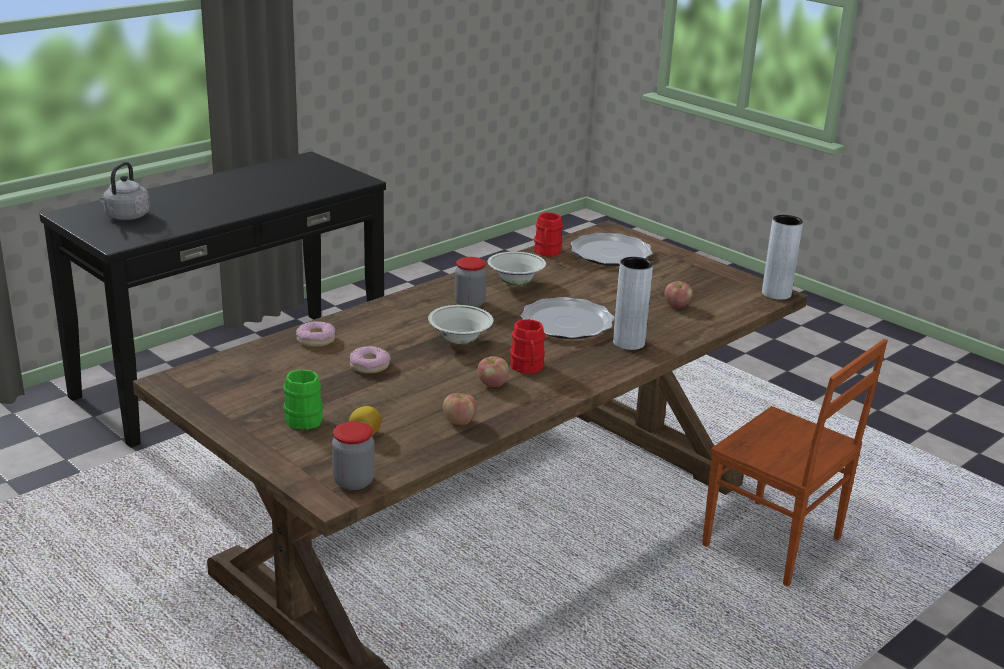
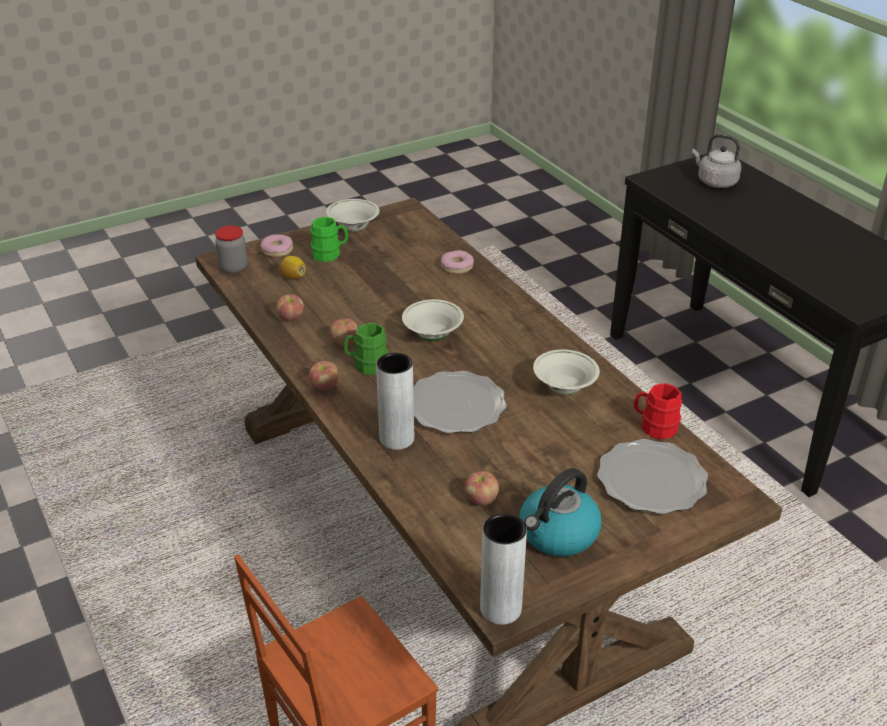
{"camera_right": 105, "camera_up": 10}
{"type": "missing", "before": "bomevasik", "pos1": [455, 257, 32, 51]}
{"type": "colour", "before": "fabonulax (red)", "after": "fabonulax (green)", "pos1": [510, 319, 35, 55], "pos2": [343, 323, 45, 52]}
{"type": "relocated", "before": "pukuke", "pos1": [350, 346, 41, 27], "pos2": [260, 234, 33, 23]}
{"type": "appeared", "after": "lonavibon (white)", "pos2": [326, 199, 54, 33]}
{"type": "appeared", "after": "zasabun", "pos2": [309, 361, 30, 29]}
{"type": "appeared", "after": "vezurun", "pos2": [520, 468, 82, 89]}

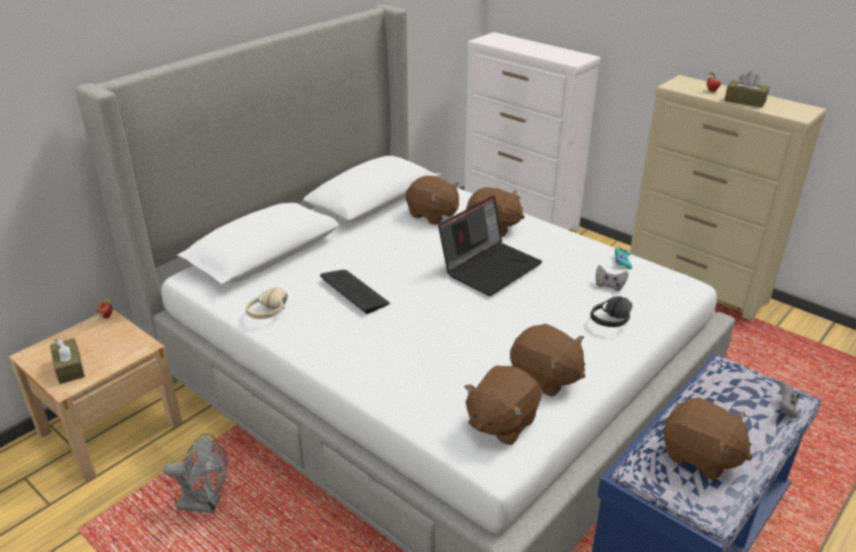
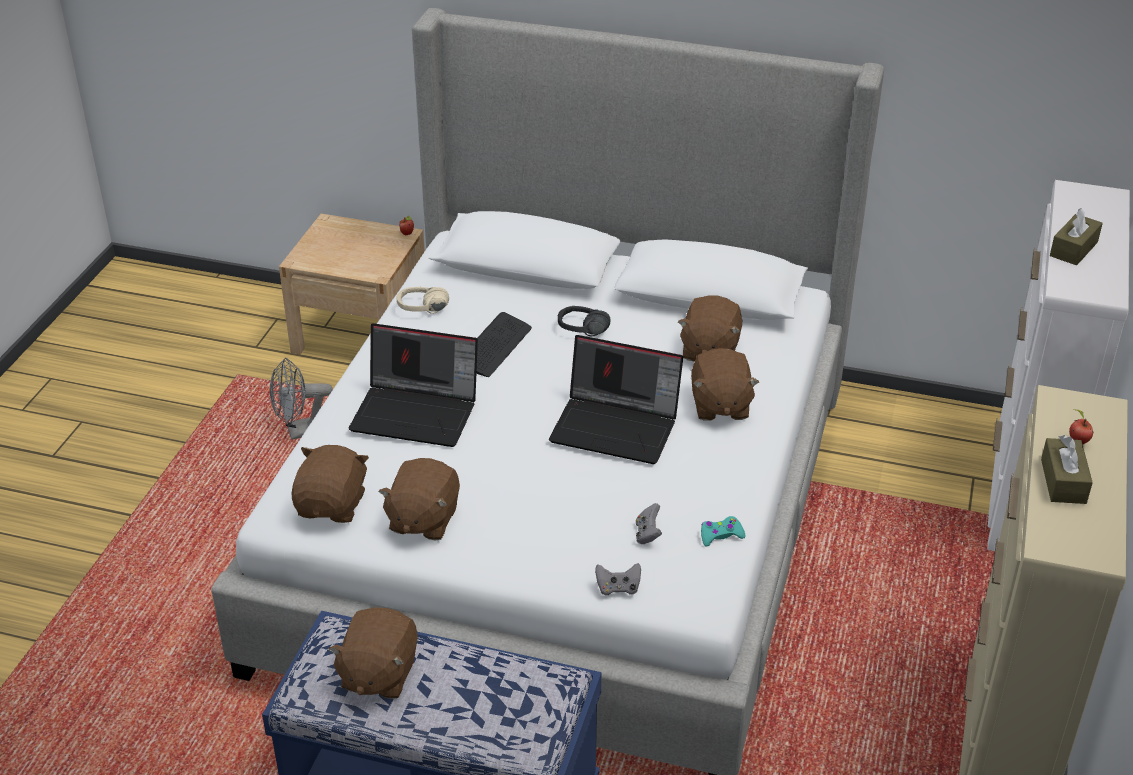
{"camera_right": 65, "camera_up": 5}
{"type": "relocated", "before": "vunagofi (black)", "pos1": [590, 296, 42, 31], "pos2": [558, 306, 53, 30]}
{"type": "relocated", "before": "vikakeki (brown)", "pos1": [50, 338, 35, 46], "pos2": [1050, 208, 53, 57]}
{"type": "spun", "before": "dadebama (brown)", "pos1": [464, 365, 78, 80], "pos2": [292, 445, 77, 78], "turn": 90}
{"type": "relocated", "before": "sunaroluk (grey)", "pos1": [778, 381, 22, 37], "pos2": [595, 563, 46, 32]}
{"type": "spun", "before": "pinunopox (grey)", "pos1": [163, 433, 64, 80], "pos2": [270, 358, 63, 82], "turn": 90}
{"type": "appeared", "after": "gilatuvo", "pos2": [349, 323, 129, 124]}

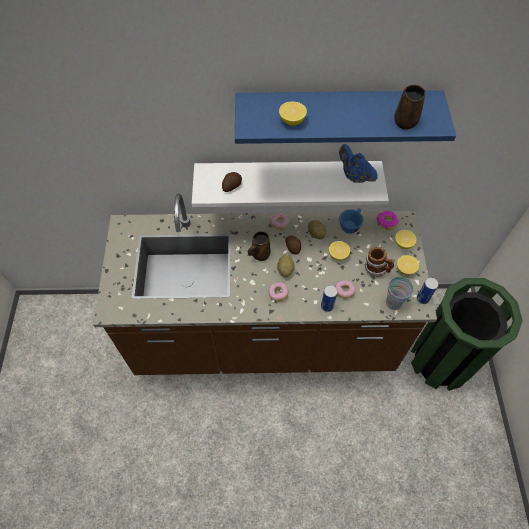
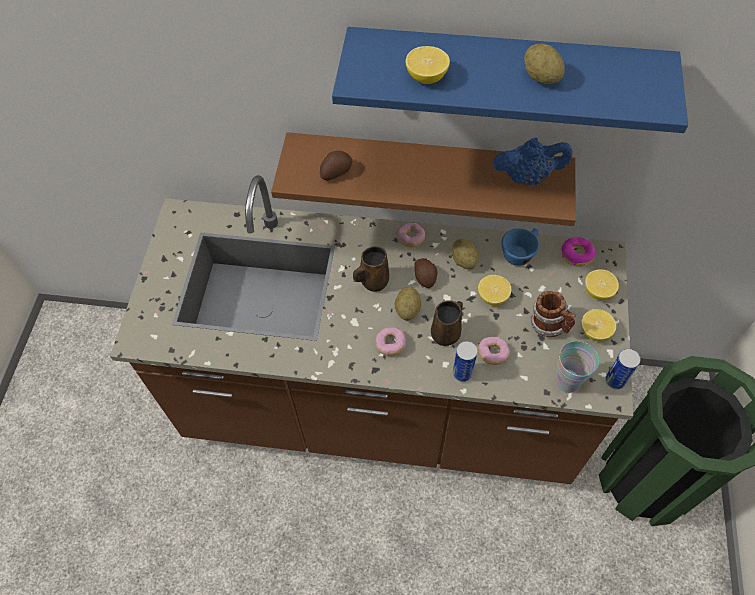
{"camera_right": 10, "camera_up": 0}
{"type": "relocated", "before": "fabonulax (brown)", "pos1": [394, 84, 31, 46], "pos2": [431, 300, 32, 46]}
{"type": "spun", "before": "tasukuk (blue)", "pos1": [339, 144, 39, 39], "pos2": [493, 138, 80, 47], "turn": 120}
{"type": "colour", "before": "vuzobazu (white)", "after": "vuzobazu (brown)", "pos1": [192, 161, 197, 46], "pos2": [271, 132, 305, 94]}
{"type": "appeared", "after": "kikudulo", "pos2": [524, 44, 41, 40]}

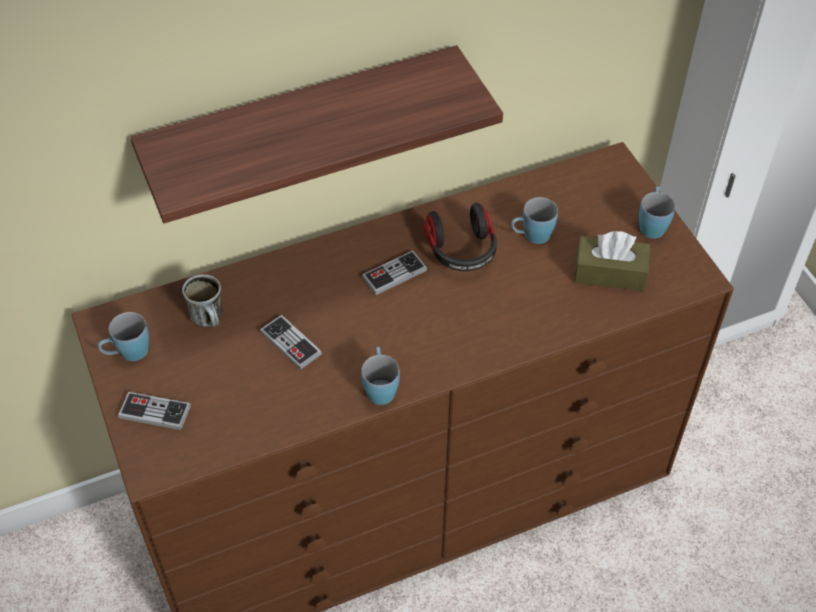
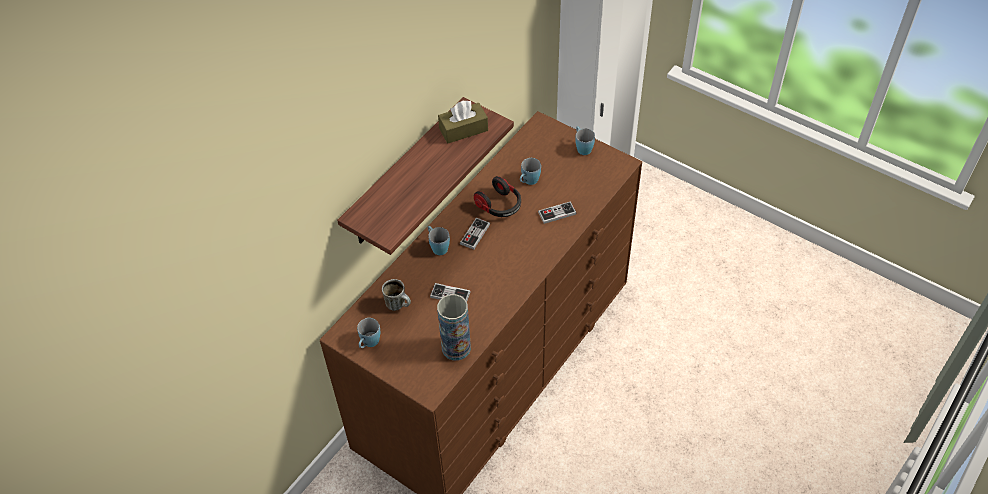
{"camera_right": -30, "camera_up": 0}
{"type": "relocated", "before": "vikakeki (brown)", "pos1": [574, 231, 76, 60], "pos2": [438, 100, 50, 44]}
{"type": "relocated", "before": "fabonulax (blue)", "pos1": [361, 346, 39, 59], "pos2": [428, 226, 22, 29]}
{"type": "relocated", "before": "sunaroluk", "pos1": [118, 392, 73, 38], "pos2": [538, 201, 39, 23]}
{"type": "appeared", "after": "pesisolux", "pos2": [437, 294, 34, 67]}

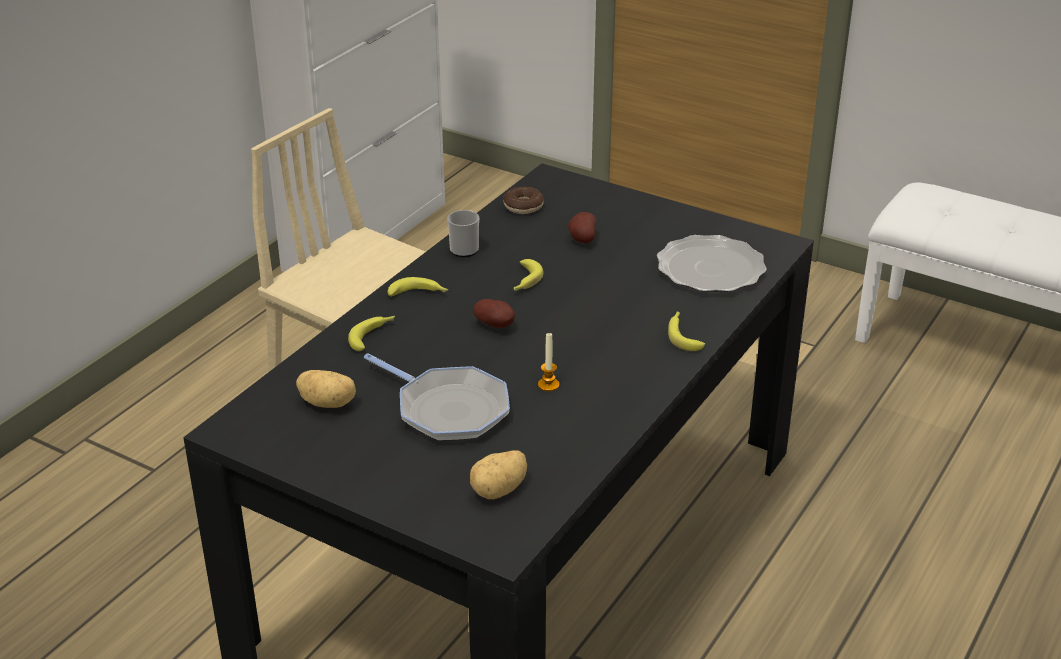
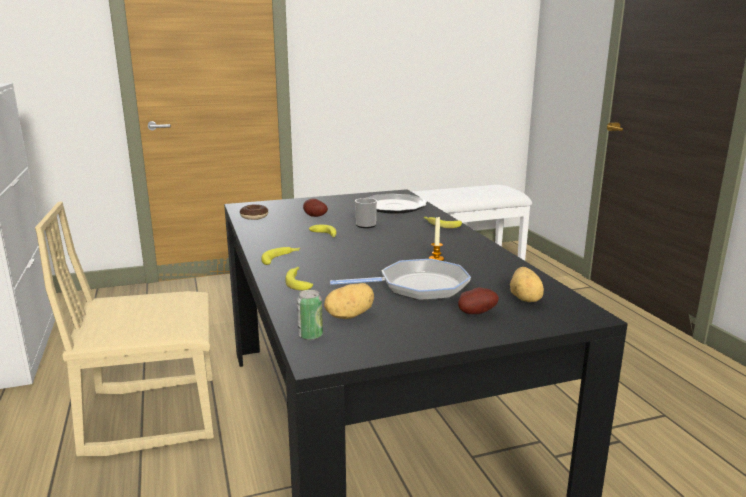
{"camera_right": -50, "camera_up": -15}
{"type": "relocated", "before": "fabonulax", "pos1": [447, 210, 32, 47], "pos2": [355, 198, 22, 30]}
{"type": "relocated", "before": "kikudulo", "pos1": [473, 299, 42, 29], "pos2": [458, 287, 41, 27]}
{"type": "appeared", "after": "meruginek", "pos2": [297, 290, 26, 50]}

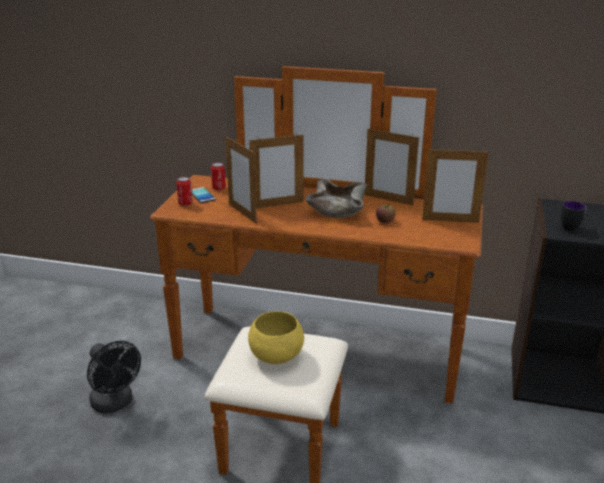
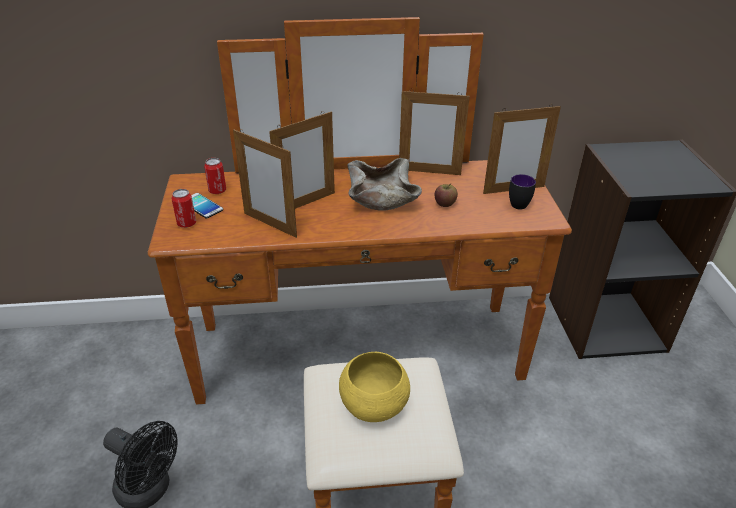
{"camera_right": -20, "camera_up": 10}
{"type": "relocated", "before": "fabonulax", "pos1": [561, 201, 25, 30], "pos2": [509, 174, 27, 36]}

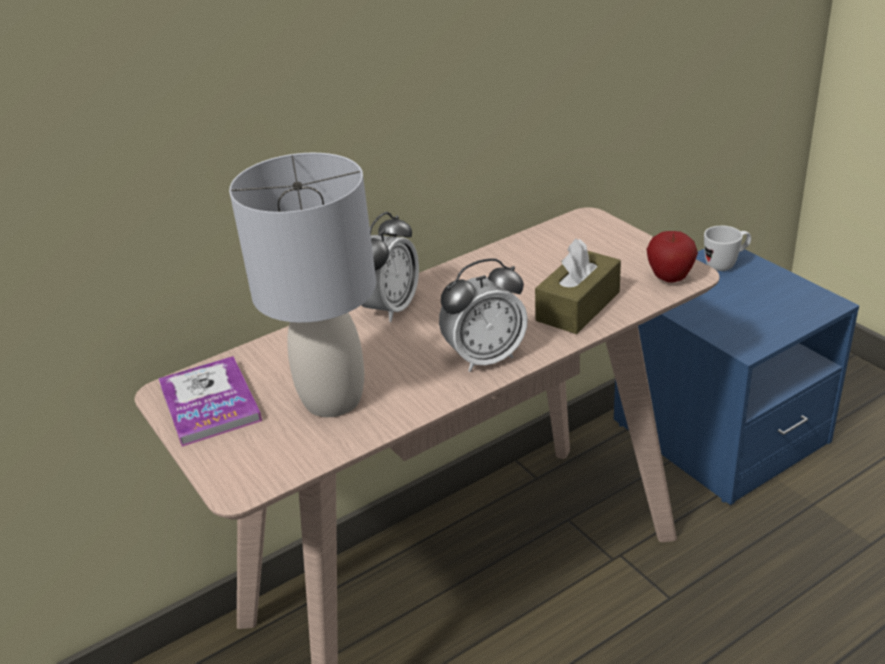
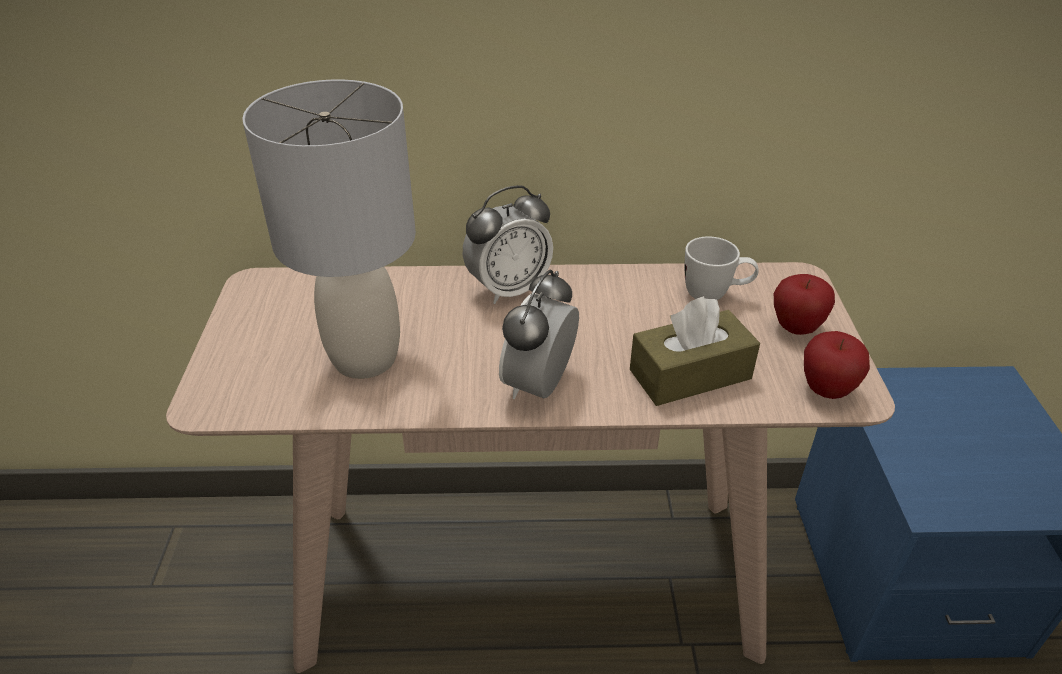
{"camera_right": 30, "camera_up": 5}
{"type": "relocated", "before": "fabonulax (white)", "pos1": [704, 226, 47, 45], "pos2": [685, 237, 74, 63]}
{"type": "spun", "before": "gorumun", "pos1": [439, 258, 89, 114], "pos2": [499, 270, 80, 129], "turn": 105}
{"type": "missing", "before": "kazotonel", "pos1": [158, 356, 104, 91]}
{"type": "appeared", "after": "zasabun", "pos2": [774, 274, 61, 61]}

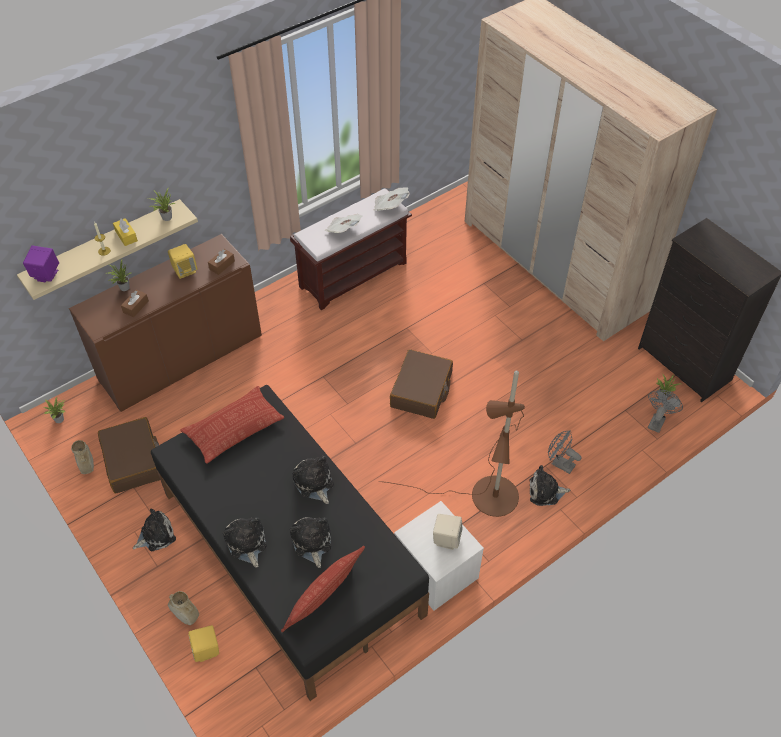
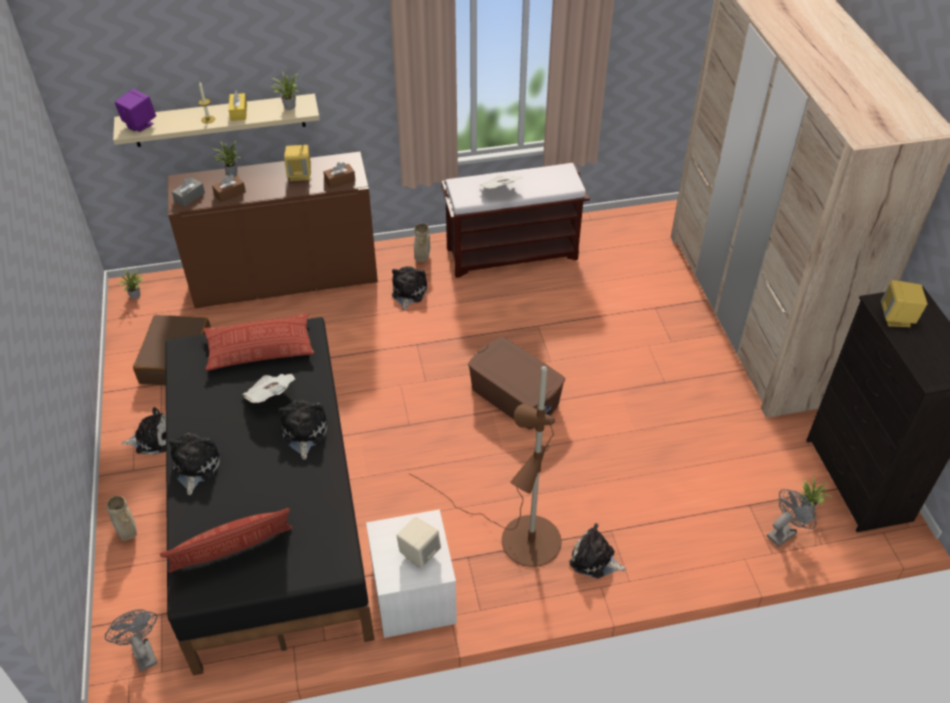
{"camera_right": 25, "camera_up": -5}
{"type": "relocated", "before": "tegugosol", "pos1": [374, 187, 36, 24], "pos2": [242, 374, 53, 29]}
{"type": "exchanged", "before": "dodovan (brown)", "after": "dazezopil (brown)", "pos1": [390, 349, 63, 70], "pos2": [468, 337, 97, 93]}
{"type": "relocated", "before": "pinunopox (grey)", "pos1": [548, 430, 34, 44], "pos2": [105, 609, 52, 62]}
{"type": "relocated", "before": "pesisolux (beige)", "pos1": [71, 440, 23, 34], "pos2": [414, 223, 16, 39]}
{"type": "relocated", "before": "dadebama", "pos1": [290, 517, 41, 51], "pos2": [392, 266, 35, 45]}
{"type": "relocated", "before": "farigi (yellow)", "pos1": [188, 625, 31, 37], "pos2": [881, 280, 46, 47]}
{"type": "appeared", "after": "vikakeki (grey)", "pos2": [172, 177, 33, 30]}

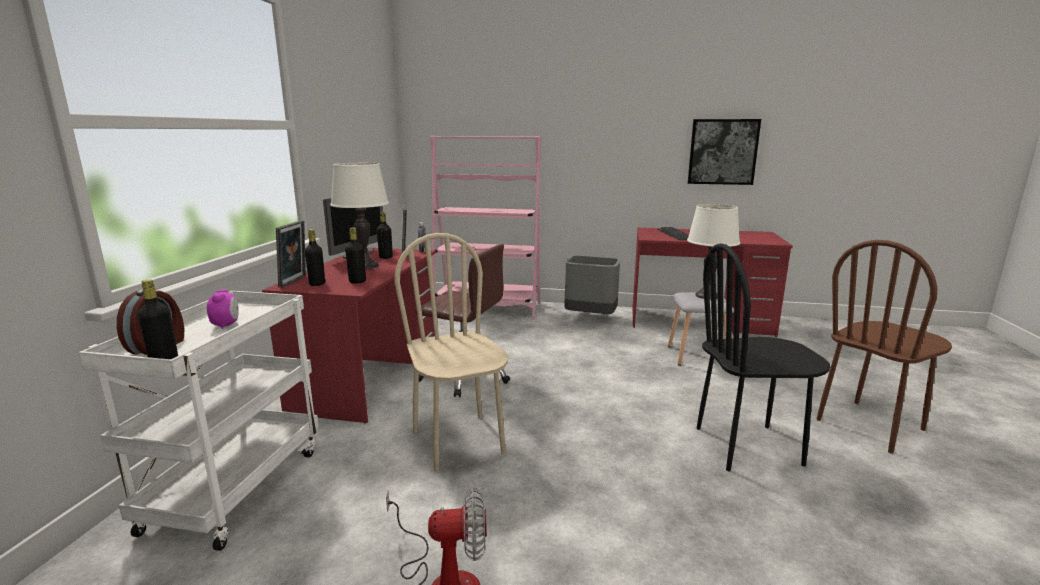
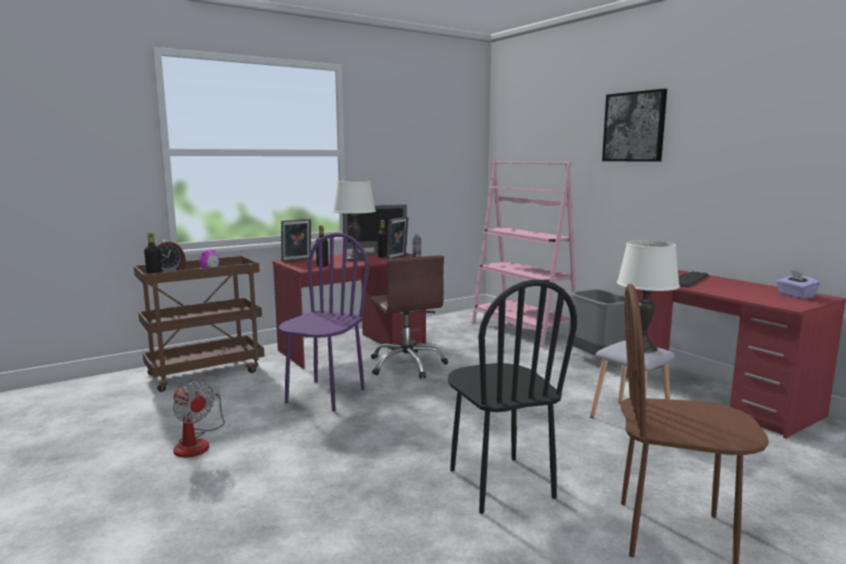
{"camera_right": 45, "camera_up": -5}
{"type": "relocated", "before": "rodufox", "pos1": [688, 119, 73, 66], "pos2": [602, 89, 65, 73]}
{"type": "missing", "before": "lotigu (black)", "pos1": [305, 229, 20, 57]}
{"type": "colour", "before": "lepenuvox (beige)", "after": "lepenuvox (purple)", "pos1": [395, 233, 113, 239], "pos2": [279, 233, 90, 179]}
{"type": "spun", "before": "lepenuvox (black)", "pos1": [697, 243, 134, 229], "pos2": [448, 280, 129, 234], "turn": -150}
{"type": "colour", "before": "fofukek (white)", "after": "fofukek (brown)", "pos1": [78, 291, 241, 260], "pos2": [134, 256, 130, 136]}
{"type": "appeared", "after": "vikakeki (purple)", "pos2": [776, 270, 44, 29]}

